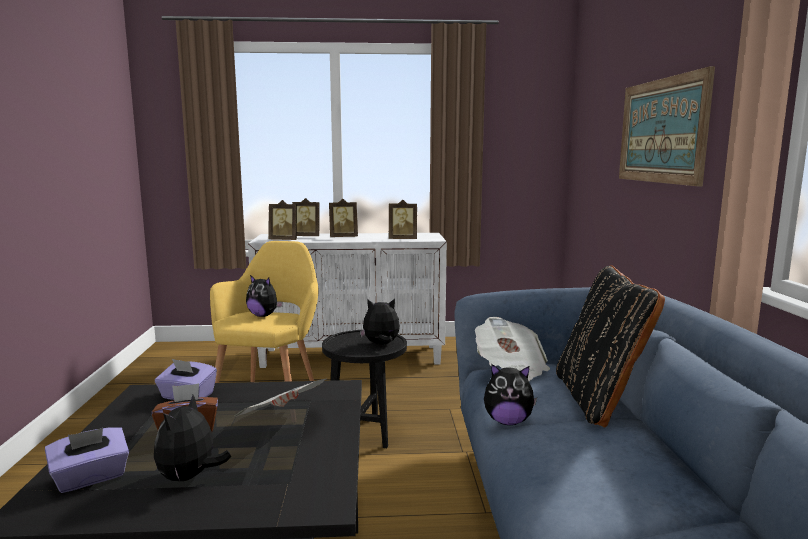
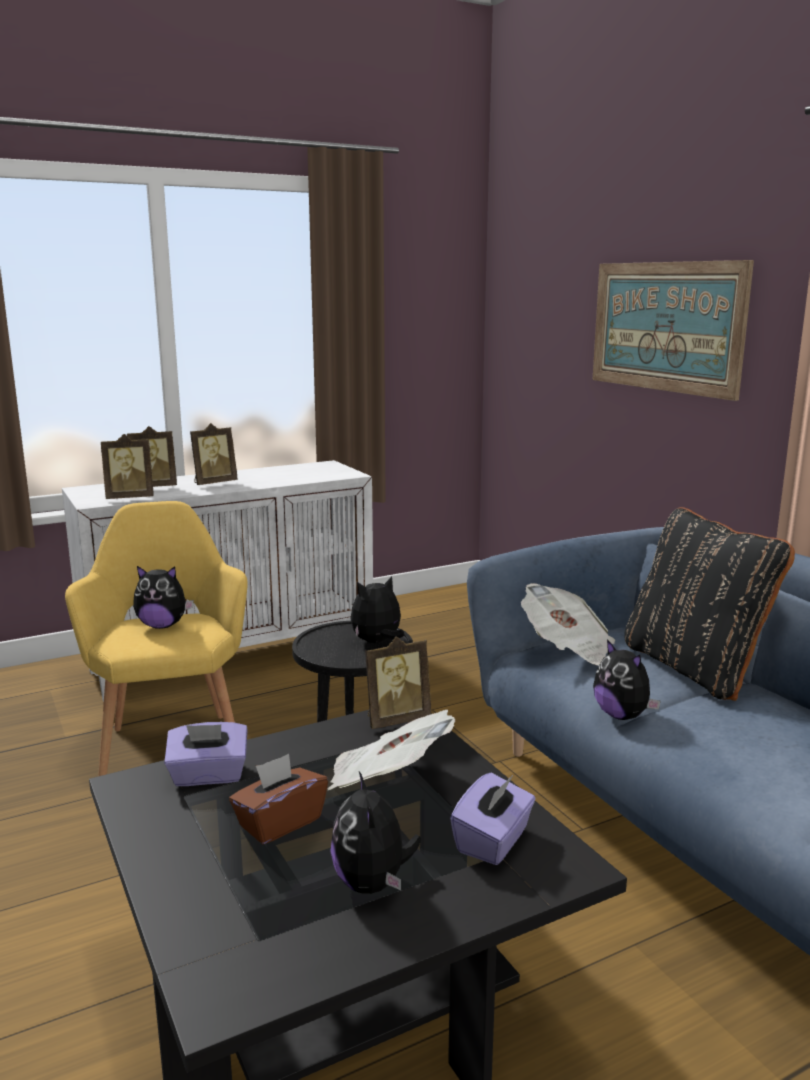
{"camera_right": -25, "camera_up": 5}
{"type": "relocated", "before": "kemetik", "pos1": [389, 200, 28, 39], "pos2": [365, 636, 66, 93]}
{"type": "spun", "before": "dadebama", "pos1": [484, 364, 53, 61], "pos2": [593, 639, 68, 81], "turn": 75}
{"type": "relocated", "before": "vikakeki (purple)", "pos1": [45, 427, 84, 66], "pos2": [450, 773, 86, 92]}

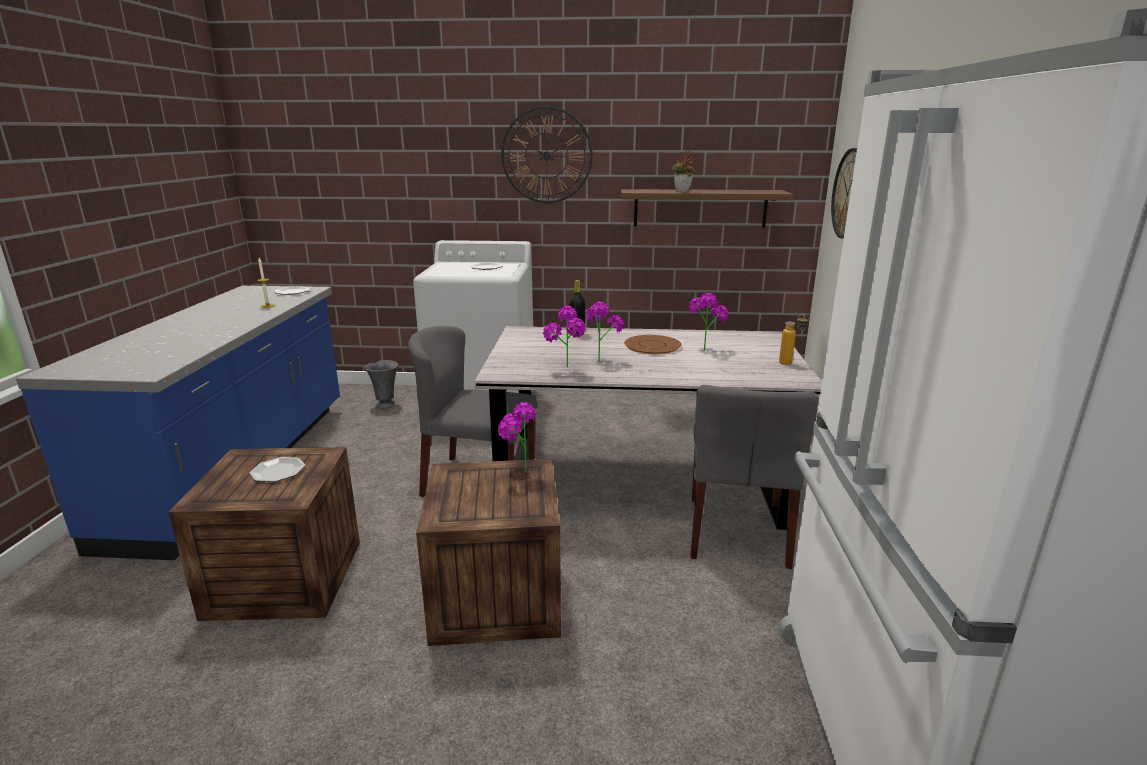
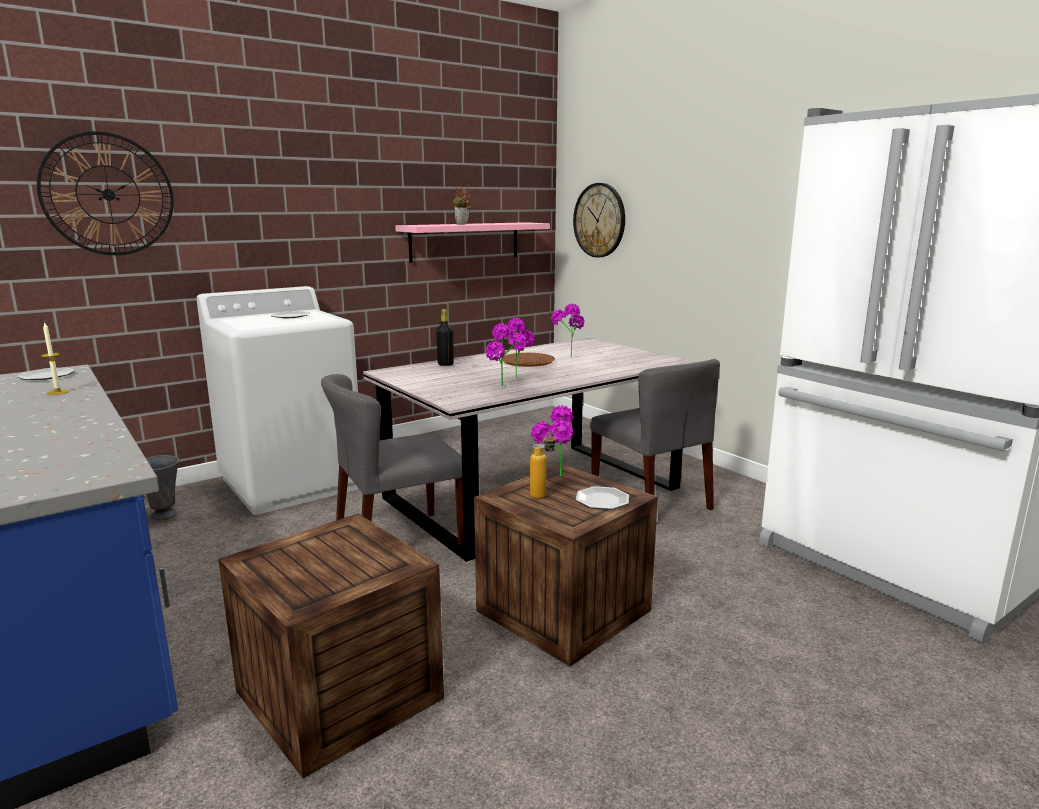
{"camera_right": -40, "camera_up": -5}
{"type": "relocated", "before": "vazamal", "pos1": [501, 106, 92, 97], "pos2": [37, 131, 137, 124]}
{"type": "colour", "before": "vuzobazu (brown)", "after": "vuzobazu (pink)", "pos1": [621, 189, 172, 39], "pos2": [395, 222, 155, 41]}
{"type": "relocated", "before": "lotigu", "pos1": [779, 314, 30, 51], "pos2": [530, 431, 26, 68]}
{"type": "relocated", "before": "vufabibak", "pos1": [249, 457, 56, 25], "pos2": [576, 486, 53, 24]}

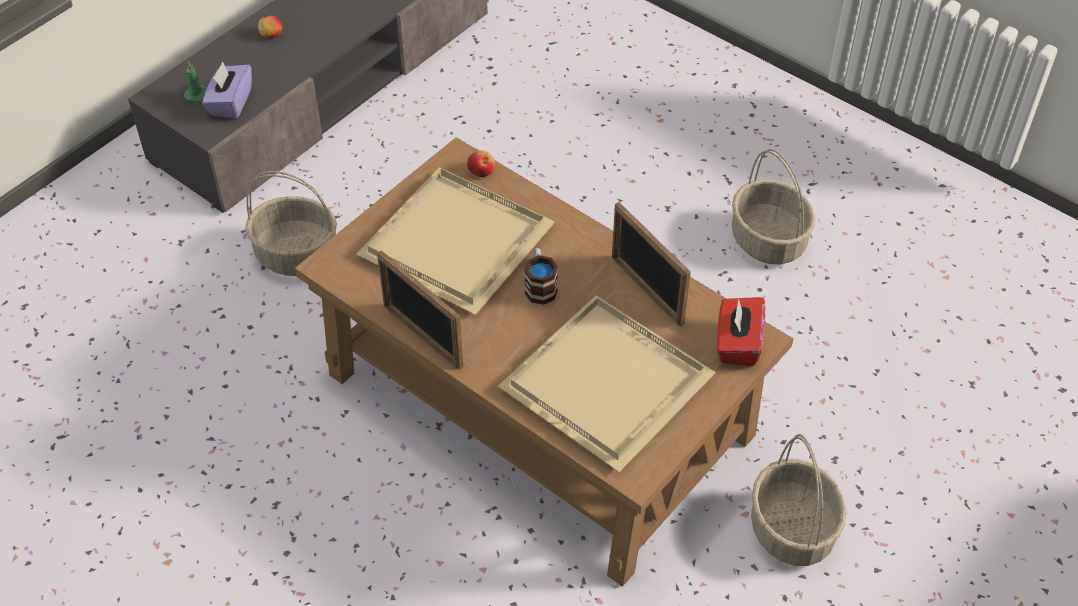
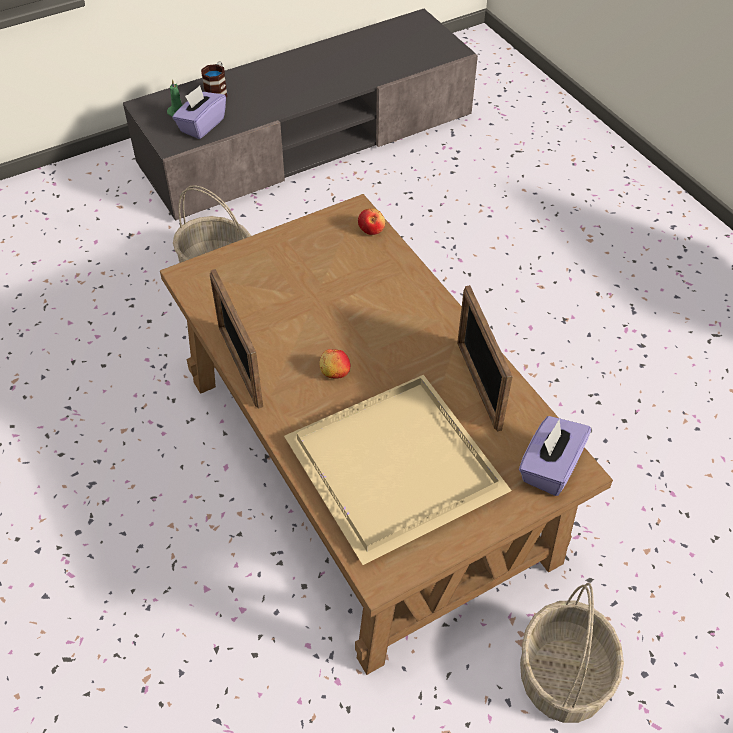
{"camera_right": 20, "camera_up": 0}
{"type": "relocated", "before": "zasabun", "pos1": [258, 15, 25, 23], "pos2": [319, 349, 31, 30]}
{"type": "missing", "before": "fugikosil", "pos1": [732, 149, 83, 116]}
{"type": "missing", "before": "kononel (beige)", "pos1": [356, 167, 199, 148]}
{"type": "relocated", "before": "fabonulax", "pos1": [524, 248, 34, 57], "pos2": [201, 62, 27, 35]}
{"type": "colour", "before": "vikakeki (red)", "after": "vikakeki (purple)", "pos1": [717, 297, 48, 69], "pos2": [519, 416, 72, 80]}

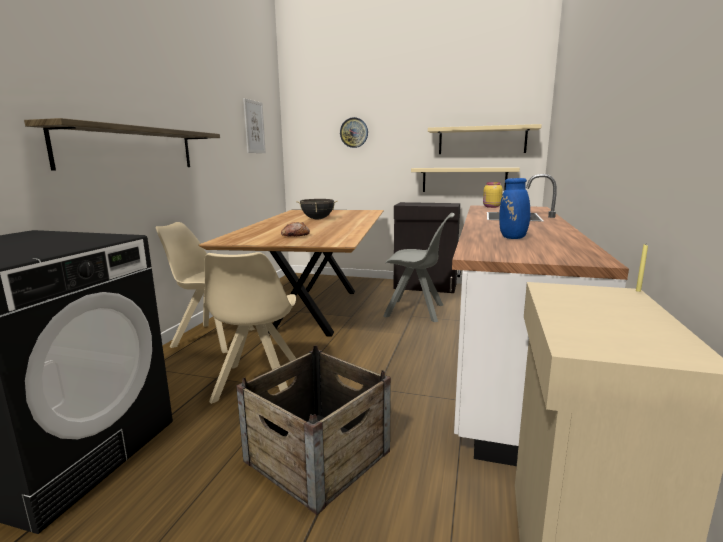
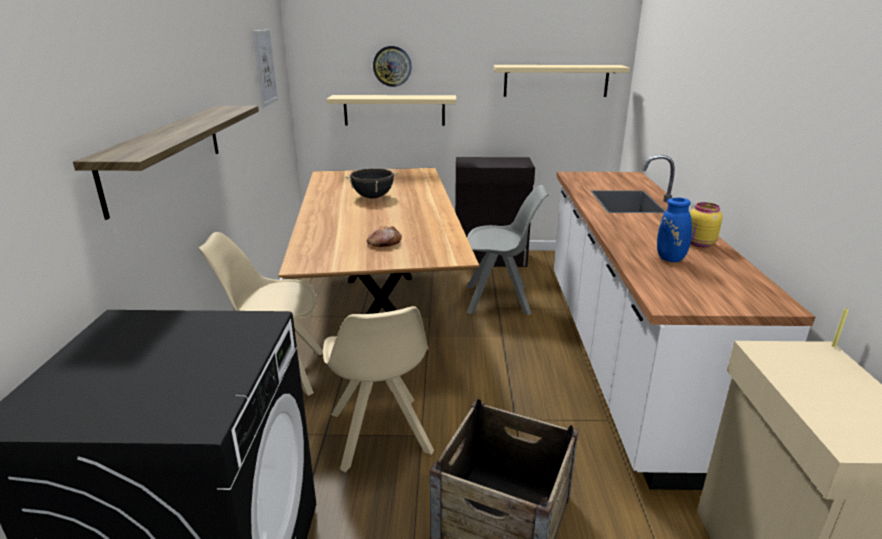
{"camera_right": -15, "camera_up": 10}
{"type": "relocated", "before": "vuzobazu (beige)", "pos1": [411, 167, 109, 25], "pos2": [326, 95, 130, 31]}
{"type": "relocated", "before": "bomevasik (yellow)", "pos1": [483, 182, 20, 26], "pos2": [690, 202, 32, 45]}

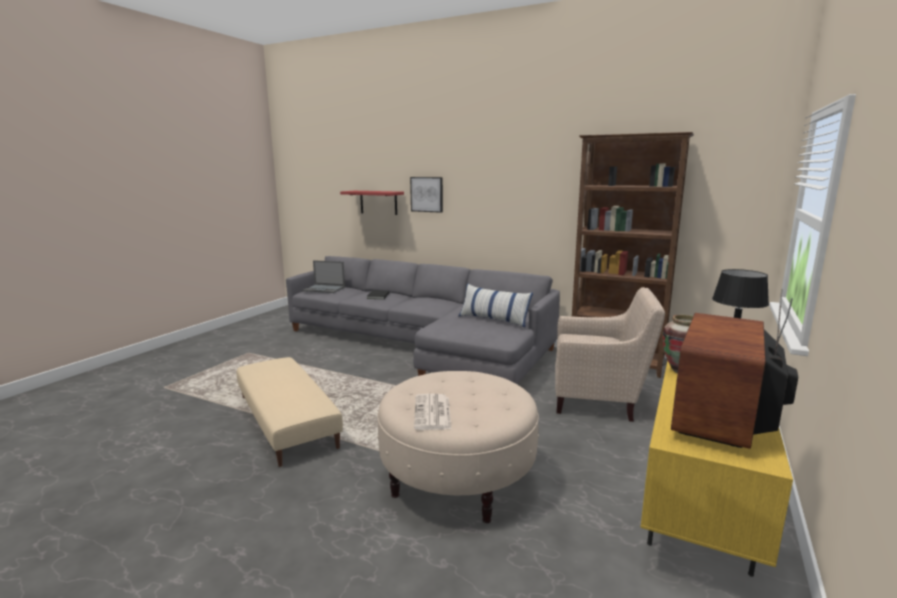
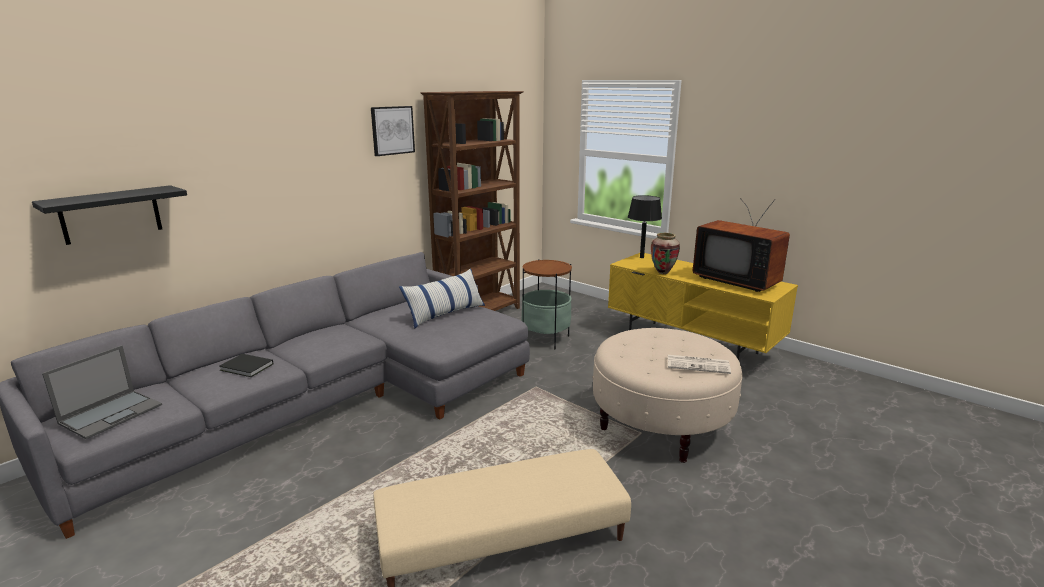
{"camera_right": -75, "camera_up": 5}
{"type": "relocated", "before": "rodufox", "pos1": [410, 177, 33, 36], "pos2": [371, 106, 44, 50]}
{"type": "colour", "before": "vuzobazu (red)", "after": "vuzobazu (black)", "pos1": [340, 191, 64, 24], "pos2": [32, 185, 155, 60]}
{"type": "exchanged", "before": "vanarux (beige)", "after": "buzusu", "pos1": [555, 287, 110, 135], "pos2": [521, 259, 51, 90]}

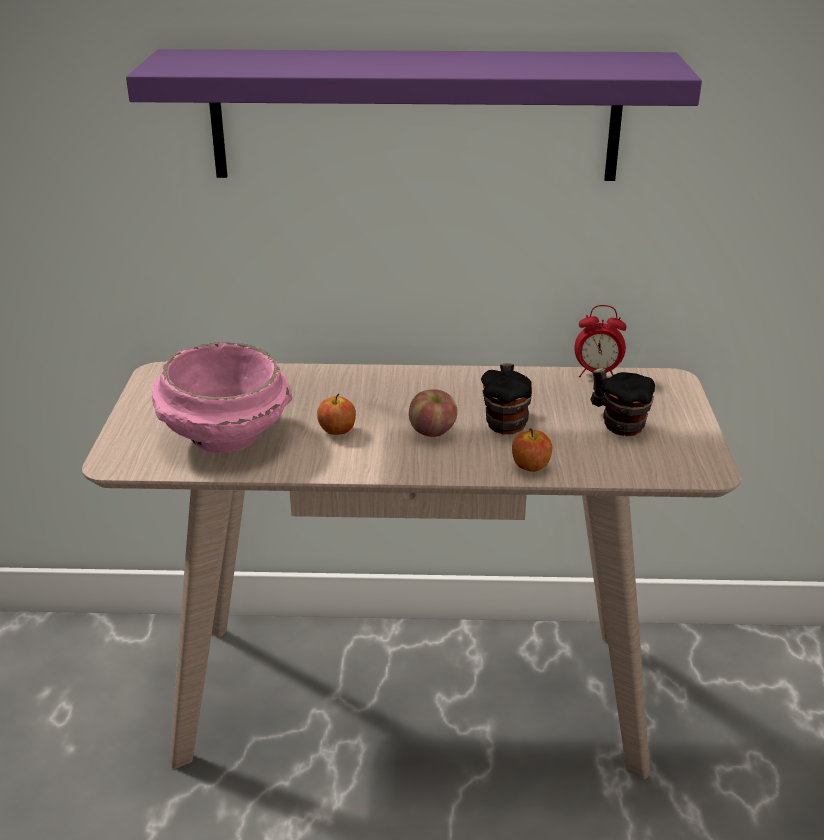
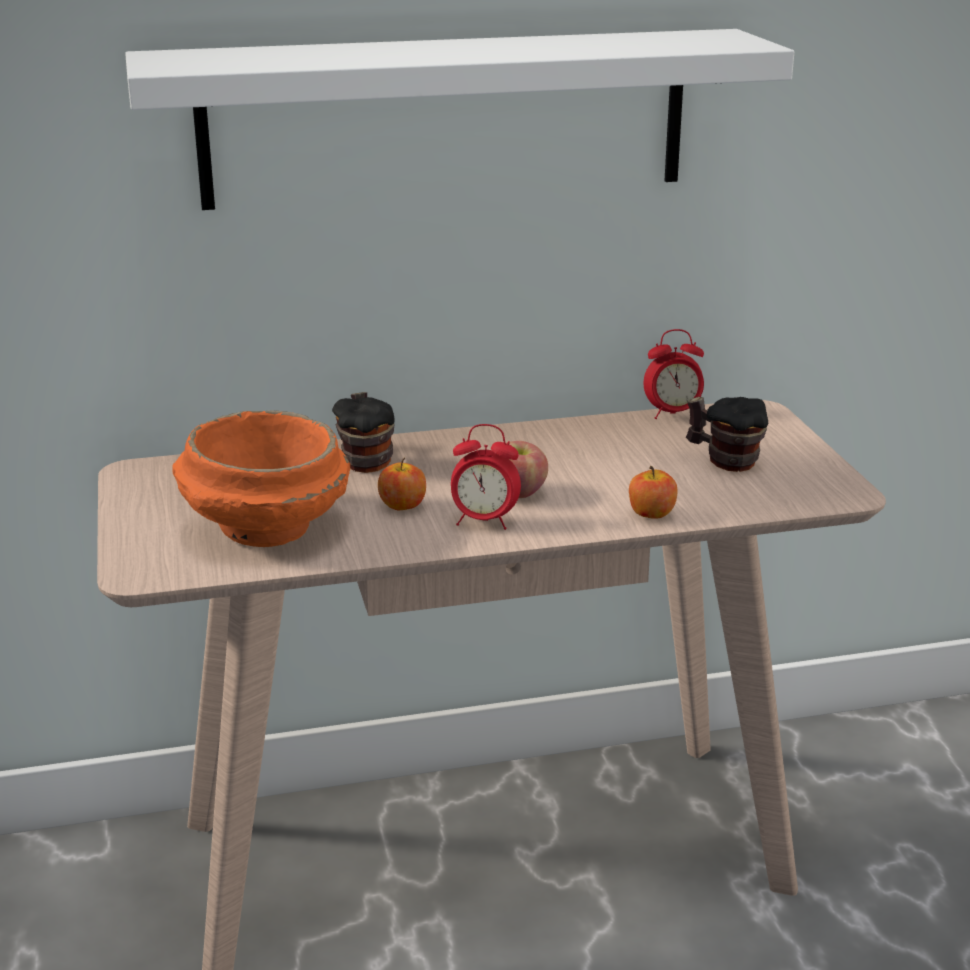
{"camera_right": -15, "camera_up": -5}
{"type": "colour", "before": "vuzobazu (purple)", "after": "vuzobazu (white)", "pos1": [126, 49, 576, 132], "pos2": [125, 29, 669, 181]}
{"type": "colour", "before": "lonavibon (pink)", "after": "lonavibon (orange)", "pos1": [152, 342, 140, 111], "pos2": [172, 410, 178, 137]}
{"type": "relocated", "before": "fabonulax", "pos1": [481, 363, 51, 71], "pos2": [332, 392, 63, 81]}
{"type": "appeared", "after": "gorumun", "pos2": [451, 424, 70, 106]}

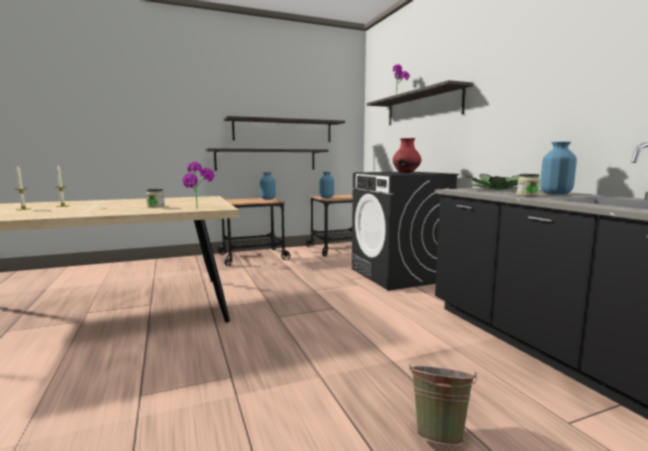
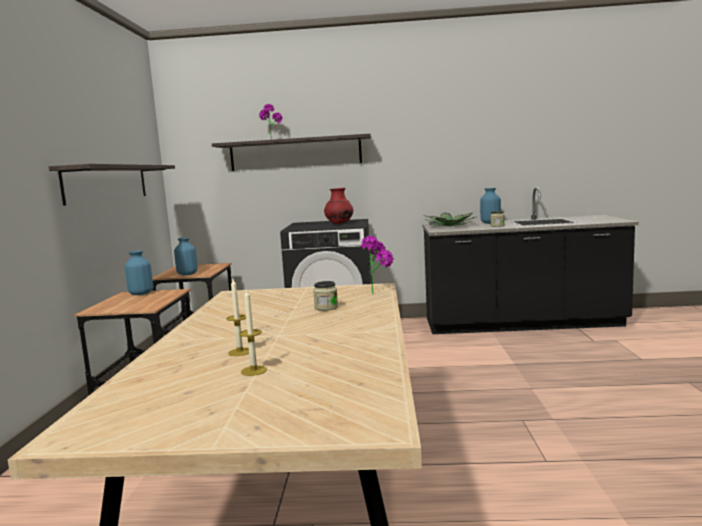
{"camera_right": -65, "camera_up": 0}
{"type": "missing", "before": "vuzobazu", "pos1": [205, 148, 123, 23]}
{"type": "missing", "before": "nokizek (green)", "pos1": [409, 365, 68, 80]}

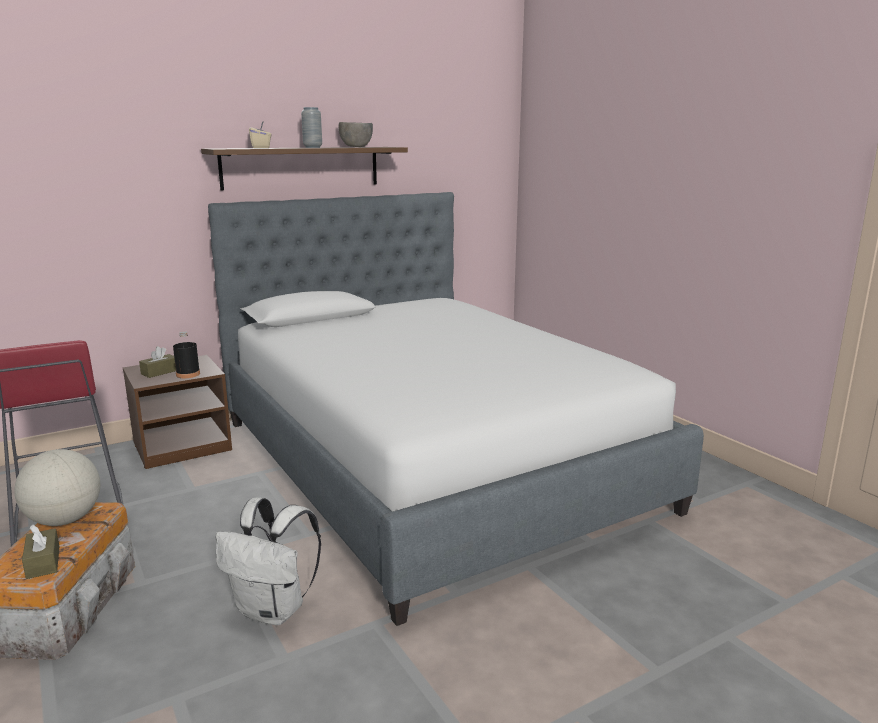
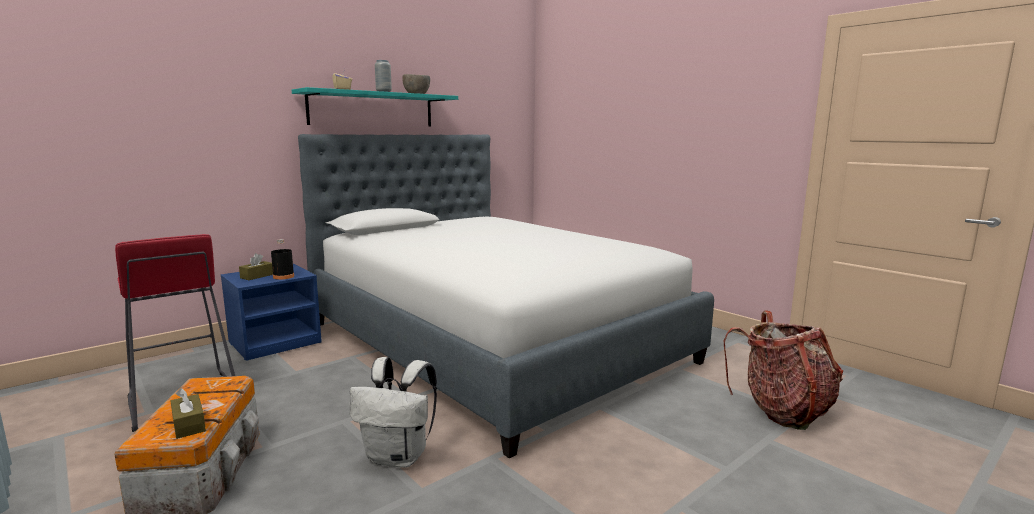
{"camera_right": -10, "camera_up": -5}
{"type": "colour", "before": "vuzobazu (brown)", "after": "vuzobazu (turquoise)", "pos1": [201, 147, 207, 43], "pos2": [292, 87, 166, 40]}
{"type": "colour", "before": "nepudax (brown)", "after": "nepudax (blue)", "pos1": [123, 355, 109, 114], "pos2": [221, 264, 101, 97]}
{"type": "missing", "before": "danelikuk", "pos1": [14, 449, 86, 77]}
{"type": "appeared", "after": "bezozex", "pos2": [724, 311, 119, 119]}

